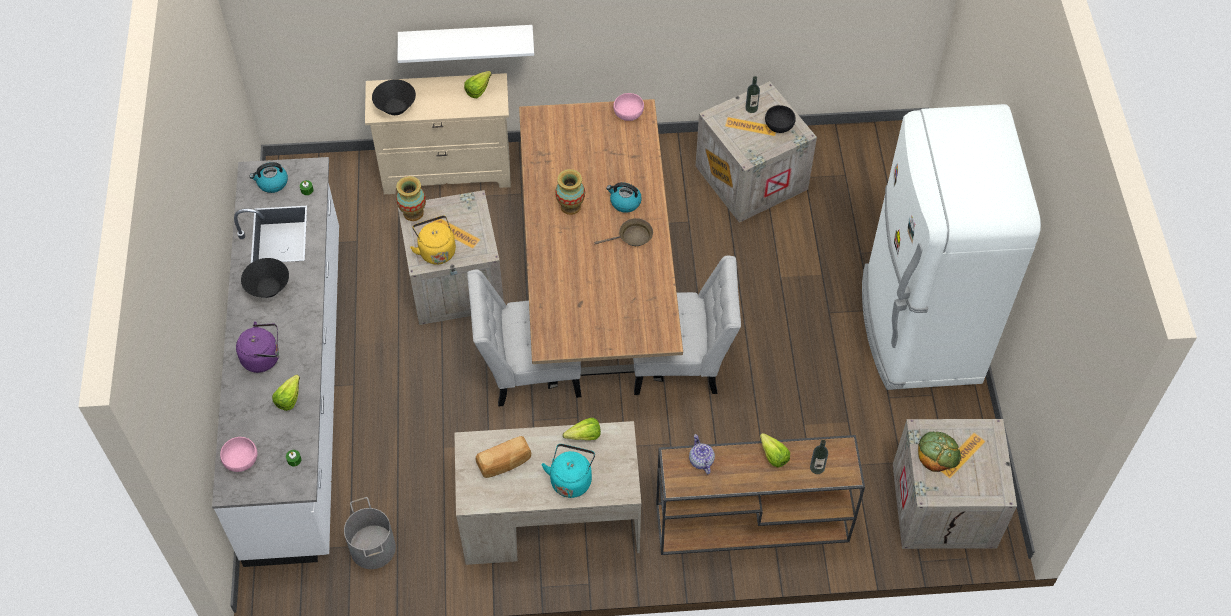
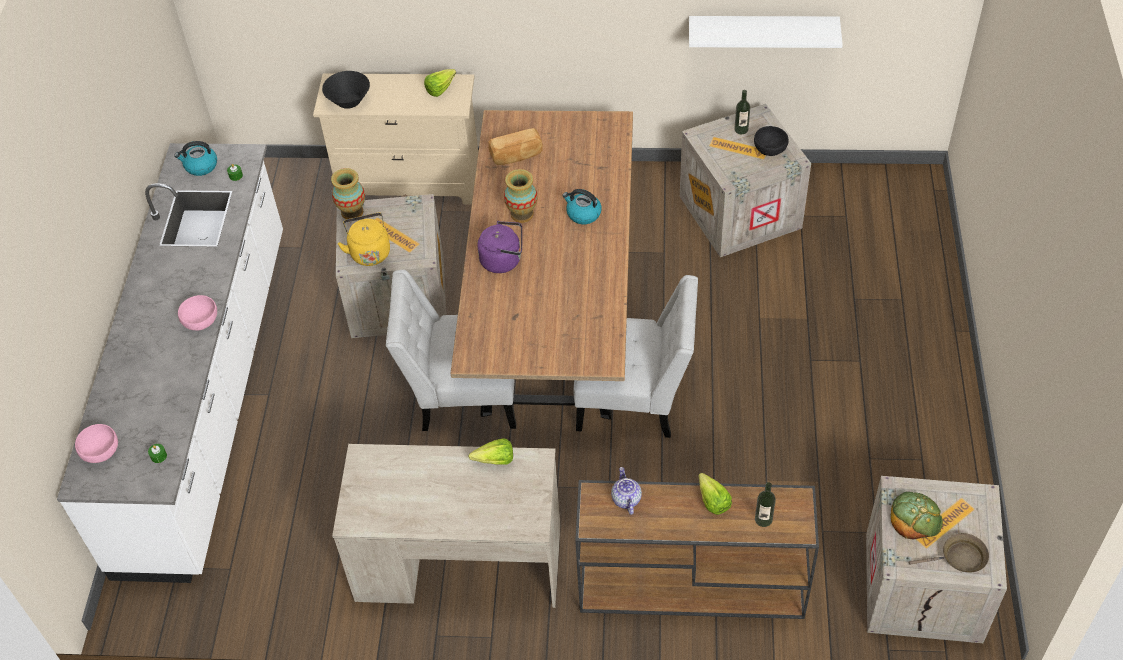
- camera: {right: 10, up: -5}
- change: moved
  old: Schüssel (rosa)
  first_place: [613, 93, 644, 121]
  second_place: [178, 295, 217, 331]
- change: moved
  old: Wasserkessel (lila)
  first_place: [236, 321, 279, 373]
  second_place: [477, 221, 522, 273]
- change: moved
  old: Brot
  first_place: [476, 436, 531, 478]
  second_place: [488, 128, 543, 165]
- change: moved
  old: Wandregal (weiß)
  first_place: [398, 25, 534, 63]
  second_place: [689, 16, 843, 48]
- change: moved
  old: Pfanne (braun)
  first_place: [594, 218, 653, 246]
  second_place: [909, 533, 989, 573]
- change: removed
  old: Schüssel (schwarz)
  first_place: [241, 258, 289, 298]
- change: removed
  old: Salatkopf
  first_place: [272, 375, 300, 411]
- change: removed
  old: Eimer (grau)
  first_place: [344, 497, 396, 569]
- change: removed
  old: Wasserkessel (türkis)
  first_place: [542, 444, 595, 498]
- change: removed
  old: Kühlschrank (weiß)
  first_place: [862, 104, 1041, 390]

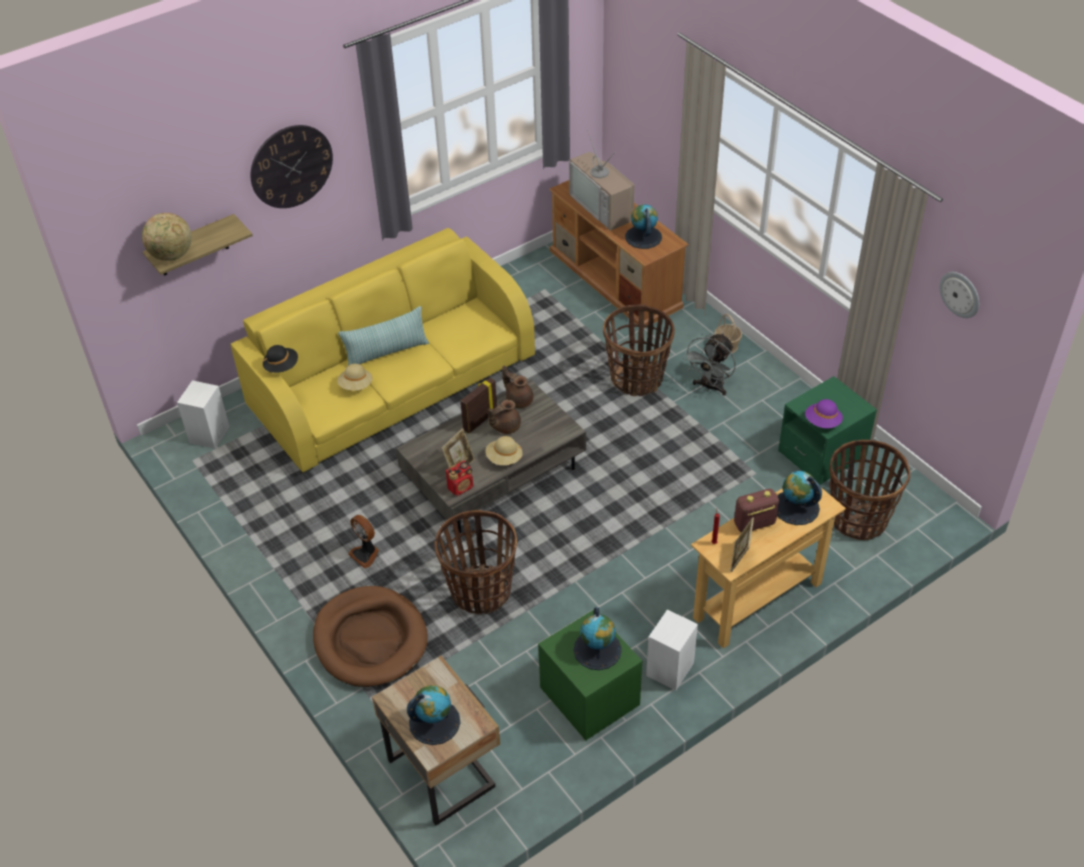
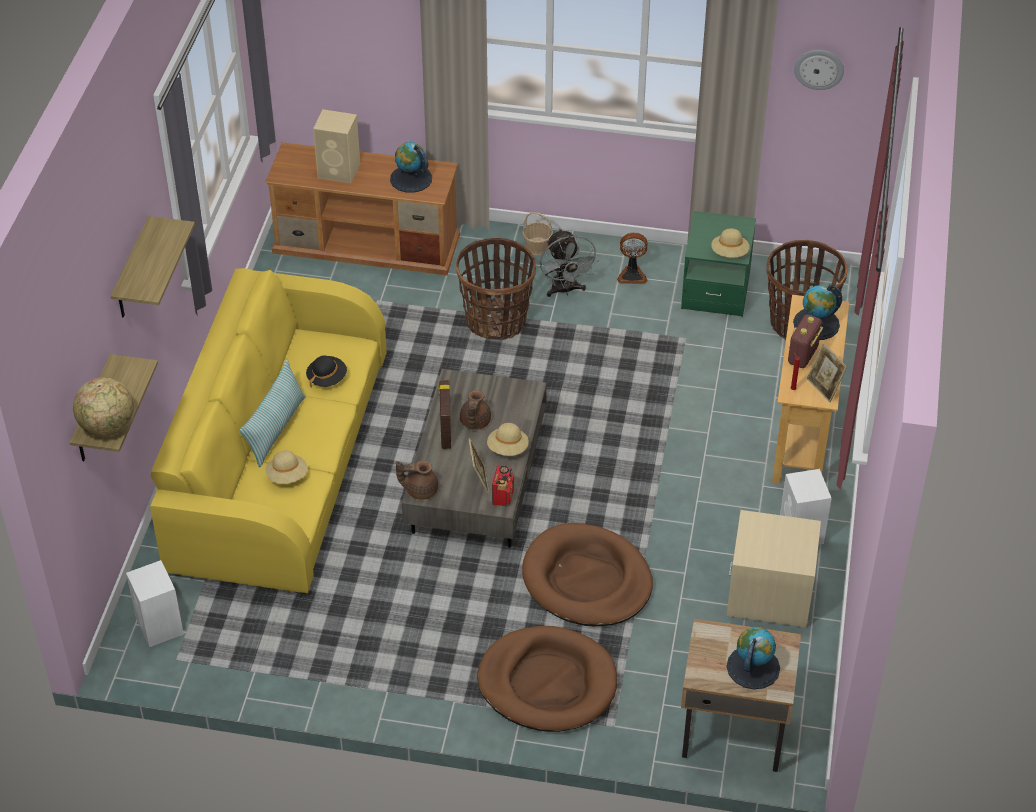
- camera: {right: -45, up: 0}
- change: replaced
  old: Wanduhr
  new: Wandregal
  first_place: [251, 125, 333, 208]
  second_place: [111, 216, 195, 318]
- change: moved
  old: Hut (schwarz)
  first_place: [263, 345, 298, 373]
  second_place: [306, 356, 347, 388]
- change: replaced
  old: Fernseher
  new: Lautsprecher (beige)
  first_place: [569, 130, 635, 231]
  second_place: [313, 109, 360, 183]
- change: moved
  old: Teekanne (braun)
  first_place: [502, 366, 534, 408]
  second_place: [396, 460, 438, 500]
- change: replaced
  old: Korb
  new: Hundebett (braun)
  first_place: [435, 510, 517, 614]
  second_place: [522, 523, 653, 626]
- change: moved
  old: Ventilator
  first_place: [348, 515, 379, 568]
  second_place: [617, 233, 648, 284]
- change: recoloured
  old: Hut (lila)
  new: Hut (beige)
  first_place: [805, 399, 843, 428]
  second_place: [711, 228, 750, 258]
- change: recoloured
  old: Nachttisch (grün)
  new: Nachttisch (beige)
  first_place: [538, 610, 643, 740]
  second_place: [727, 510, 821, 628]
- change: removed
  old: Globus
  first_place: [573, 607, 622, 670]

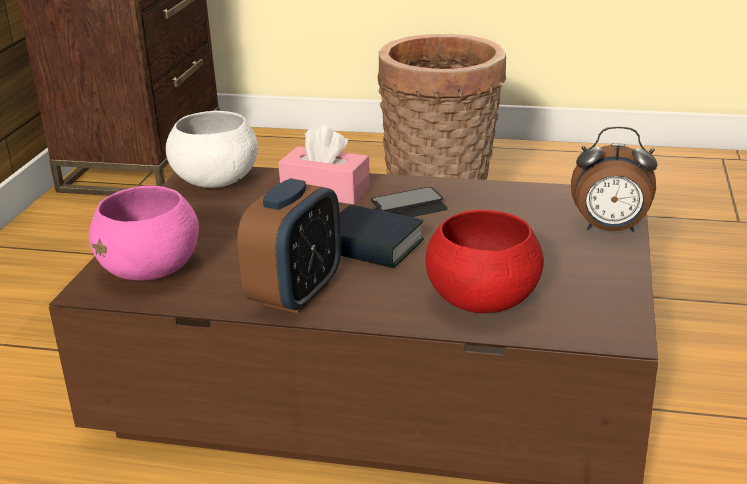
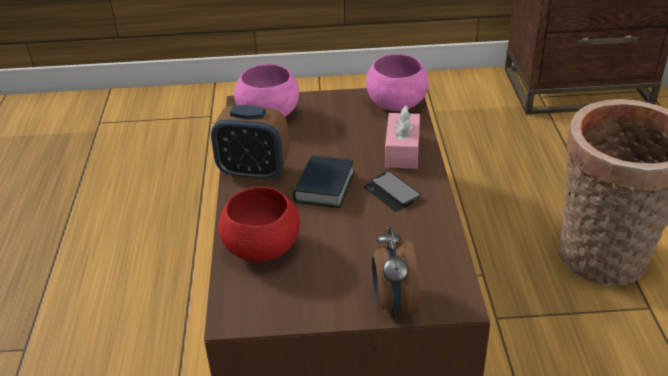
- camera: {right: 75, up: 10}
- change: recoloured
  old: Schüssel (weiß)
  new: Schüssel (rosa)
  first_place: [166, 111, 258, 188]
  second_place: [366, 54, 429, 111]

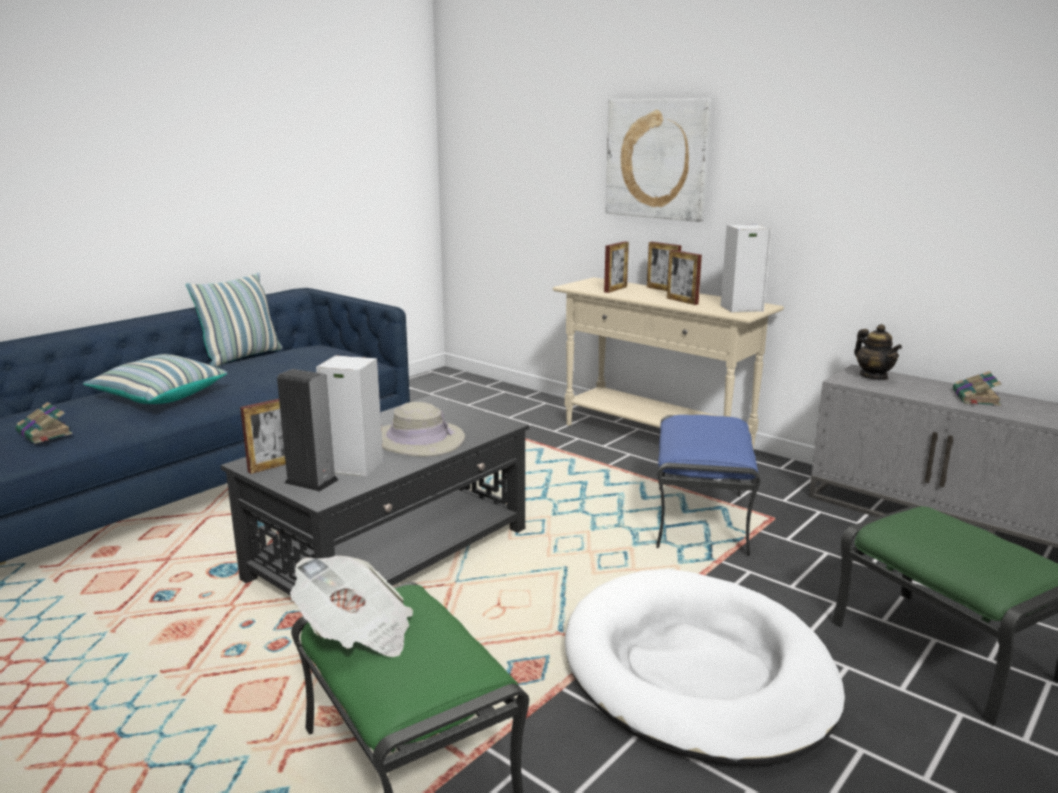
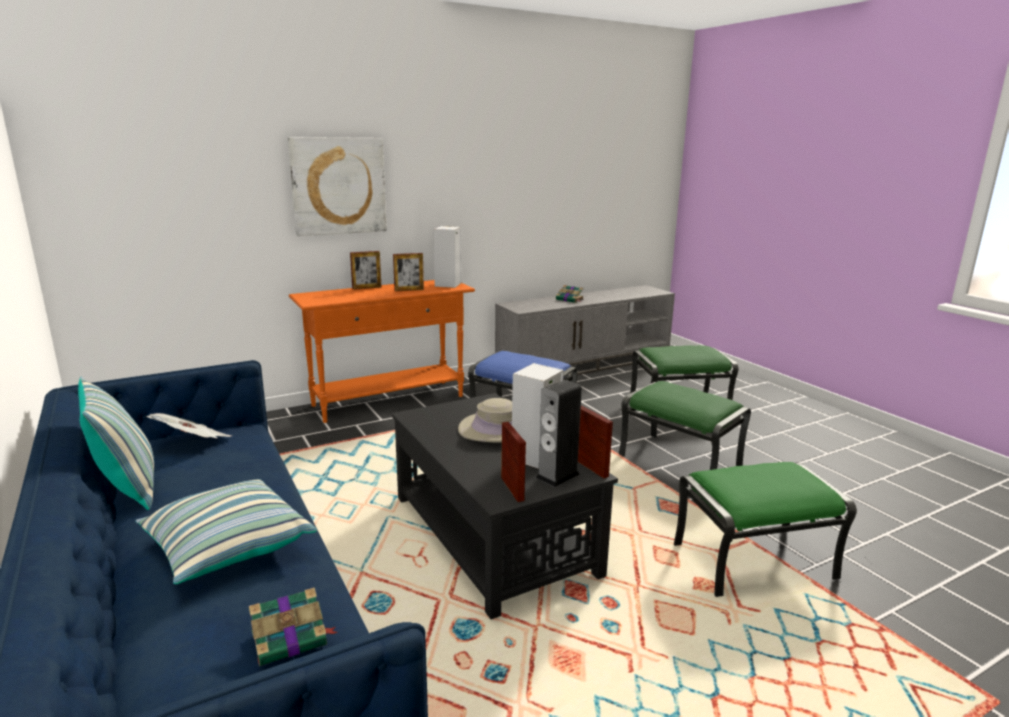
- camera: {right: -70, up: 0}
- change: moved
  old: Zeitung
  first_place: [290, 556, 413, 657]
  second_place: [145, 413, 232, 438]
- change: recoloured
  old: Konsolentisch (beige)
  new: Konsolentisch (orange)
  first_place: [553, 277, 784, 451]
  second_place: [289, 280, 475, 423]
- change: moved
  old: Bilderrahmen
  first_place: [604, 241, 629, 293]
  second_place: [578, 405, 613, 478]
- change: replaced
  old: Hundebett (weiß)
  new: Polsterhocker (grün)
  first_place: [565, 569, 845, 766]
  second_place: [619, 381, 751, 470]
- change: removed
  old: Teekanne
  first_place: [854, 324, 902, 380]

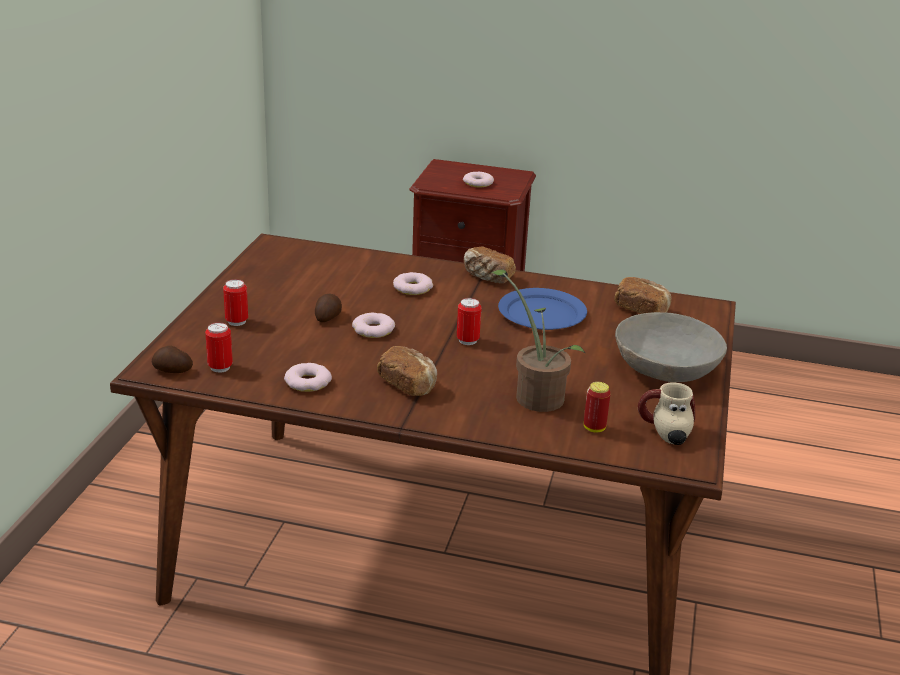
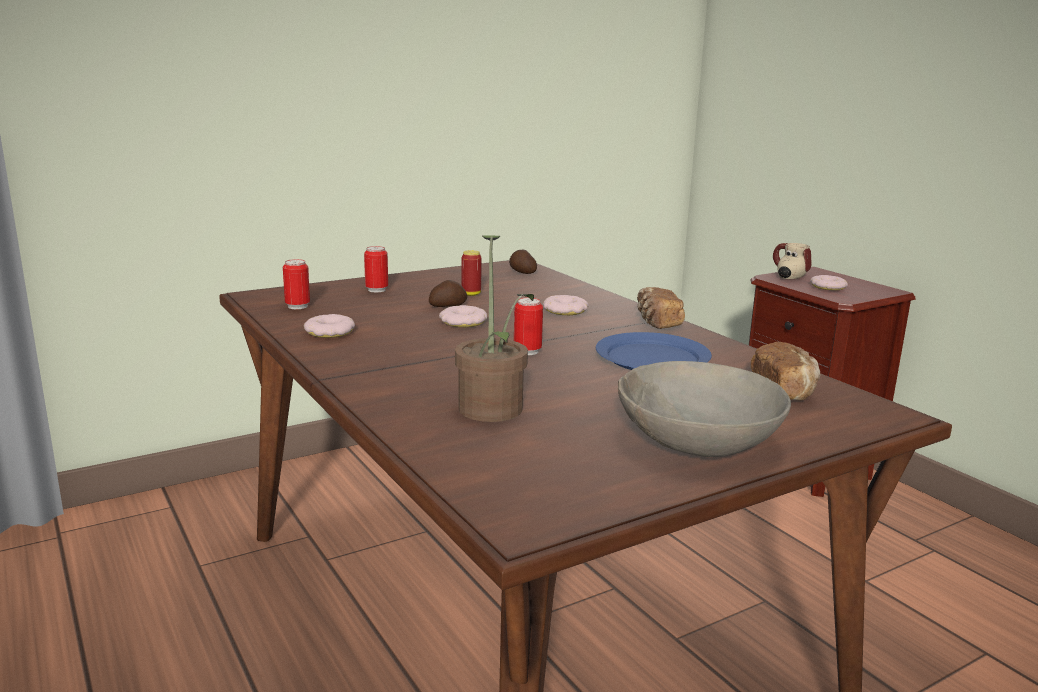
- camera: {right: 45, up: -10}
- change: moved
  old: Dose
  first_place: [584, 382, 611, 433]
  second_place: [461, 250, 482, 296]
- change: moved
  old: Kartoffel
  first_place: [152, 346, 193, 373]
  second_place: [509, 250, 537, 274]
- change: moved
  old: Henkelbecher
  first_place: [638, 382, 695, 445]
  second_place: [773, 243, 811, 279]
- change: removed
  old: Brot
  first_place: [377, 346, 437, 396]

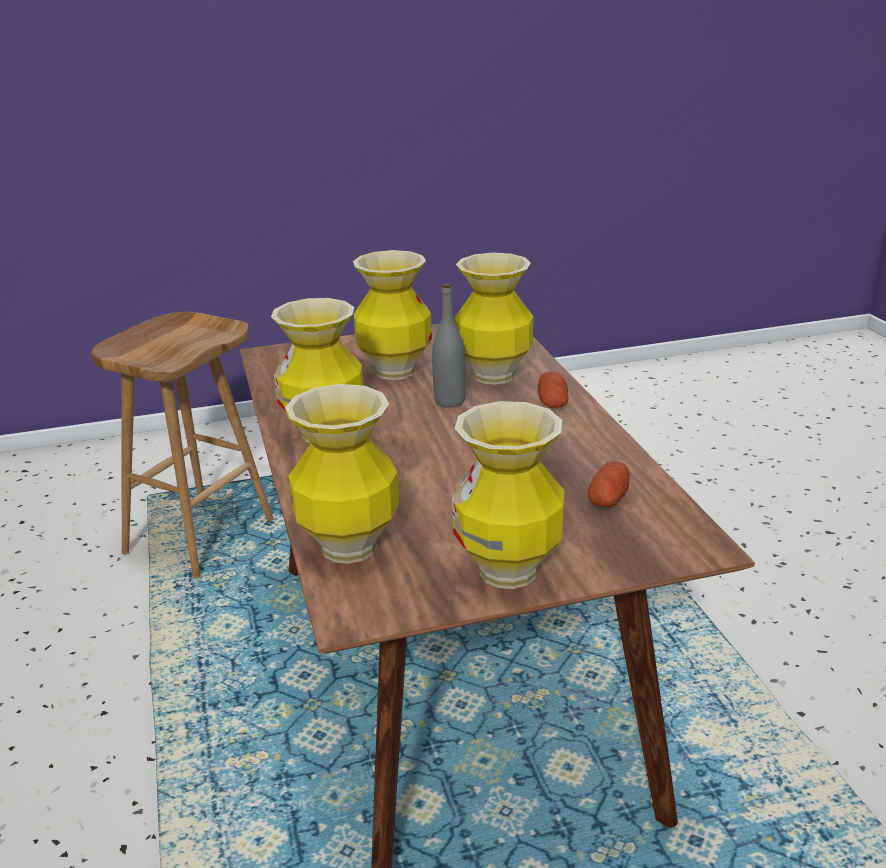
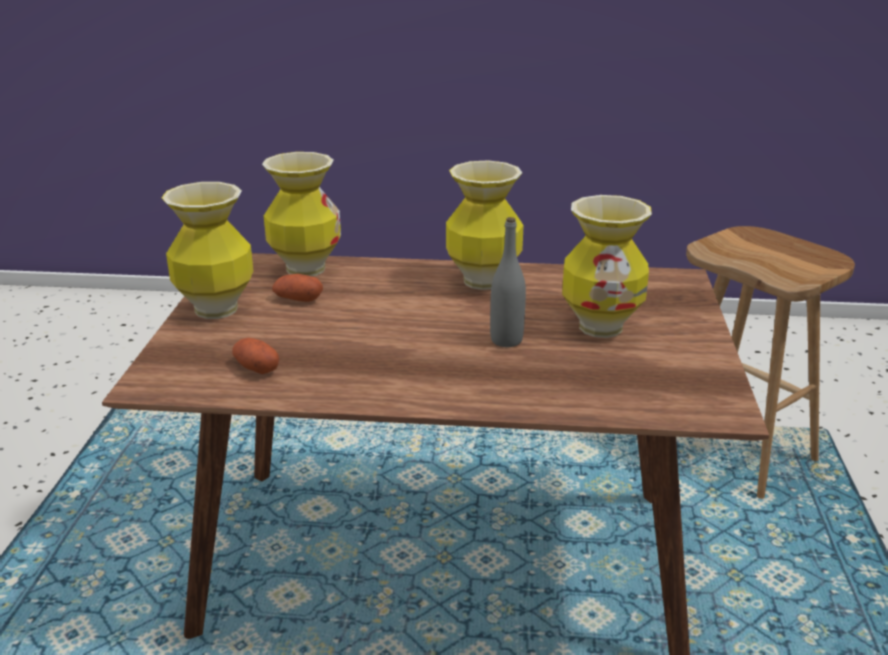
- camera: {right: 110, up: 0}
- change: moved
  old: Kartoffel
  first_place: [538, 371, 568, 408]
  second_place: [272, 274, 323, 302]
- change: removed
  old: Vase
  first_place: [454, 252, 533, 385]

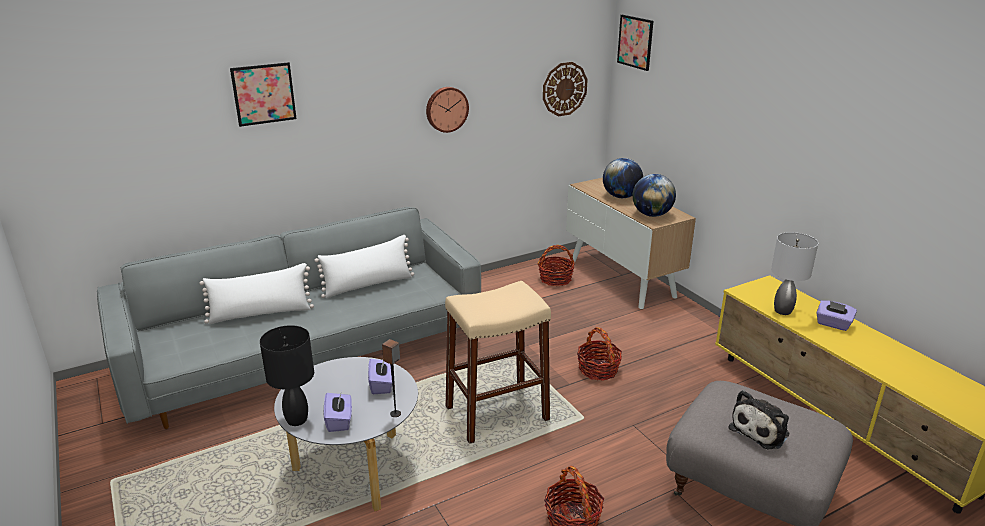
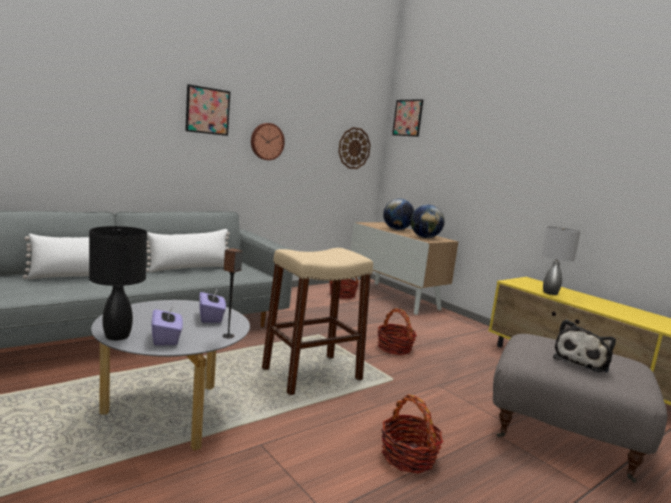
- camera: {right: -10, up: -15}
- change: moved
  old: Bild
  first_place: [230, 62, 297, 127]
  second_place: [185, 84, 230, 136]
- change: removed
  old: Taschentuchbox (lila)
  first_place: [816, 300, 857, 331]

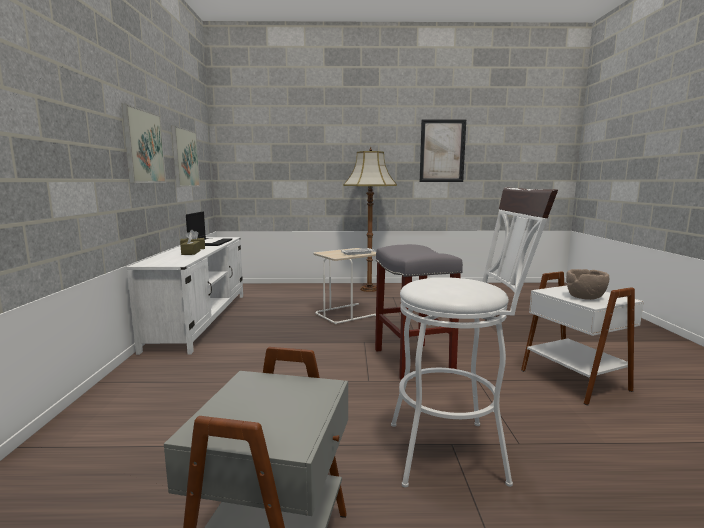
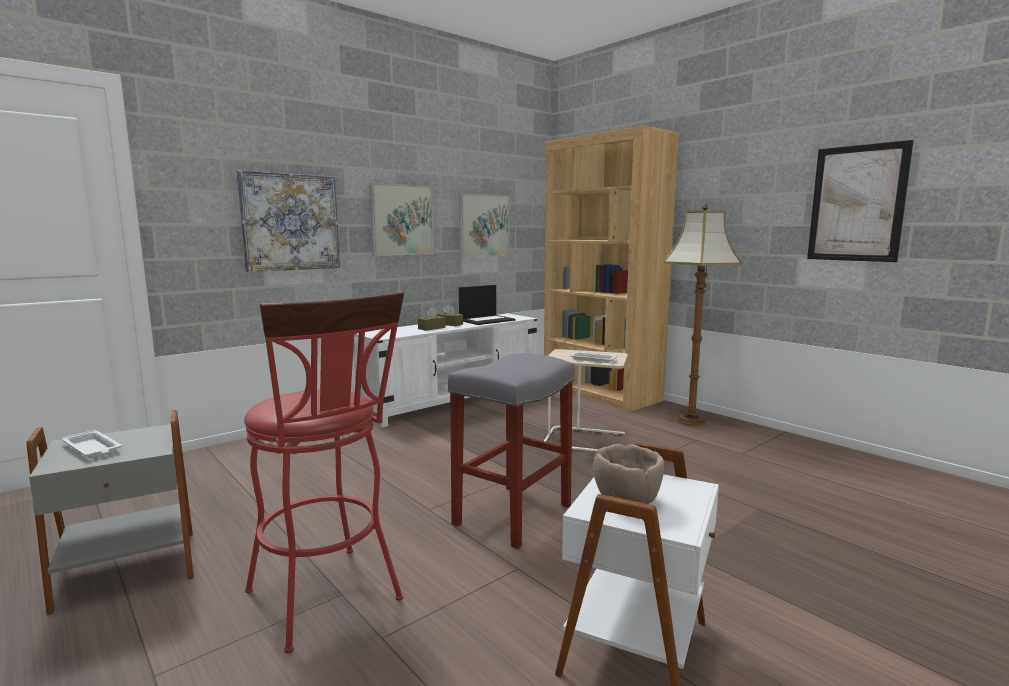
- camera: {right: 50, up: 0}
- change: added
  new: Tablett (weiß)
  second_place: [61, 430, 122, 459]
- change: added
  new: Bild
  second_place: [237, 170, 340, 272]
- change: recoloured
  old: Hocker (weiß)
  new: Hocker (rot)
  first_place: [391, 187, 558, 488]
  second_place: [244, 292, 404, 653]
- change: added
  new: Bücherregal (braun)
  second_place: [544, 125, 679, 412]

